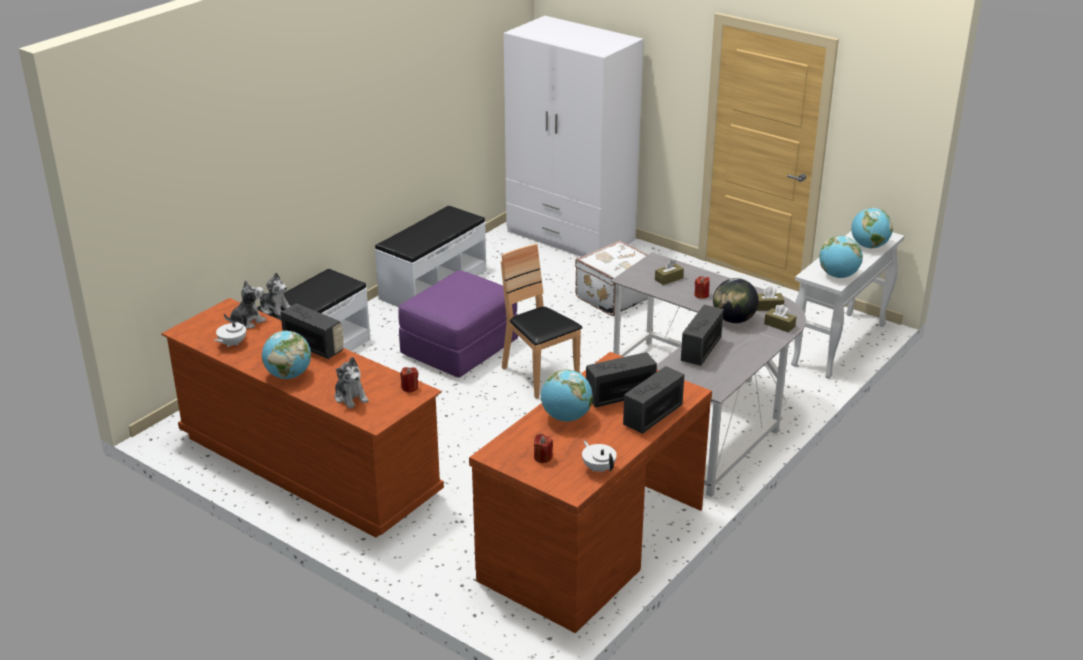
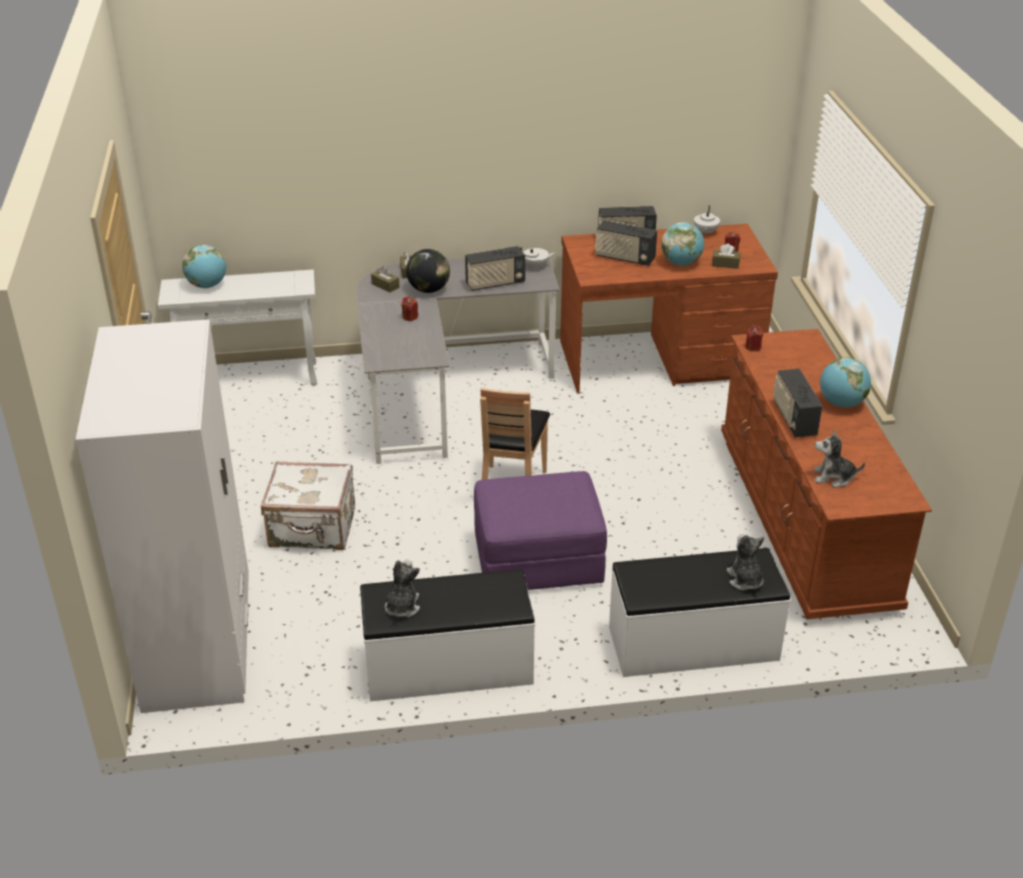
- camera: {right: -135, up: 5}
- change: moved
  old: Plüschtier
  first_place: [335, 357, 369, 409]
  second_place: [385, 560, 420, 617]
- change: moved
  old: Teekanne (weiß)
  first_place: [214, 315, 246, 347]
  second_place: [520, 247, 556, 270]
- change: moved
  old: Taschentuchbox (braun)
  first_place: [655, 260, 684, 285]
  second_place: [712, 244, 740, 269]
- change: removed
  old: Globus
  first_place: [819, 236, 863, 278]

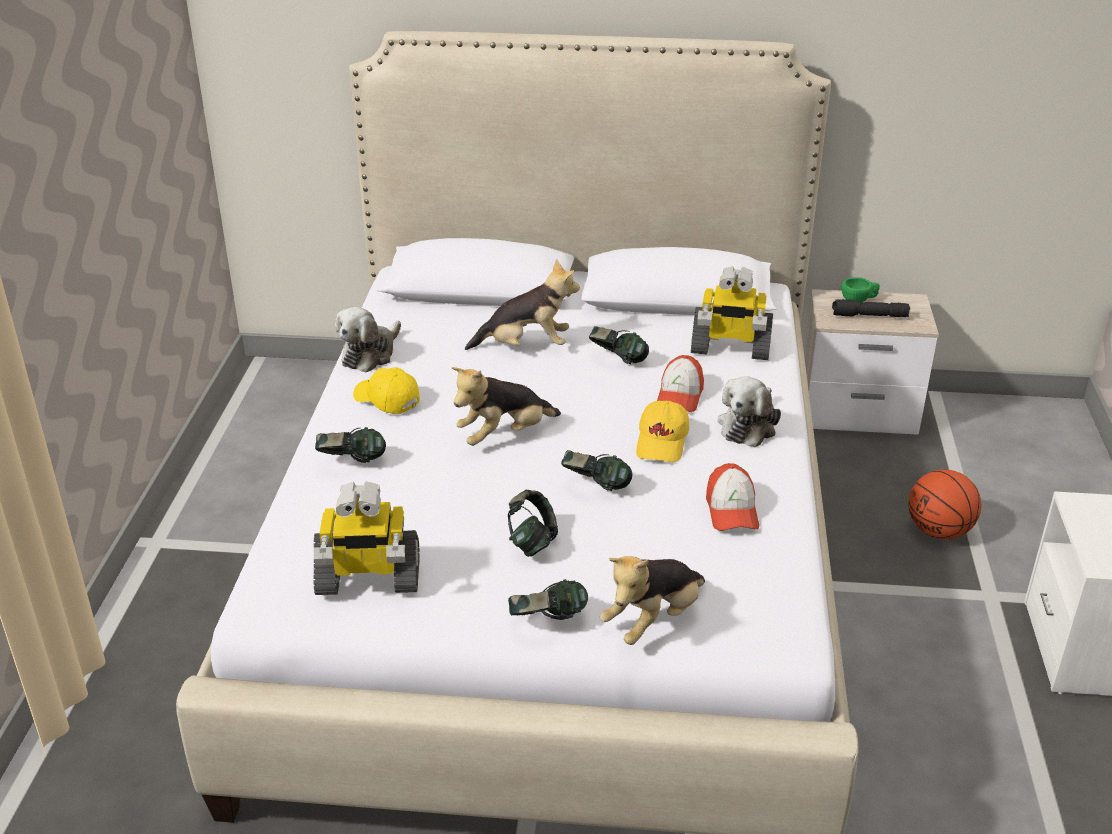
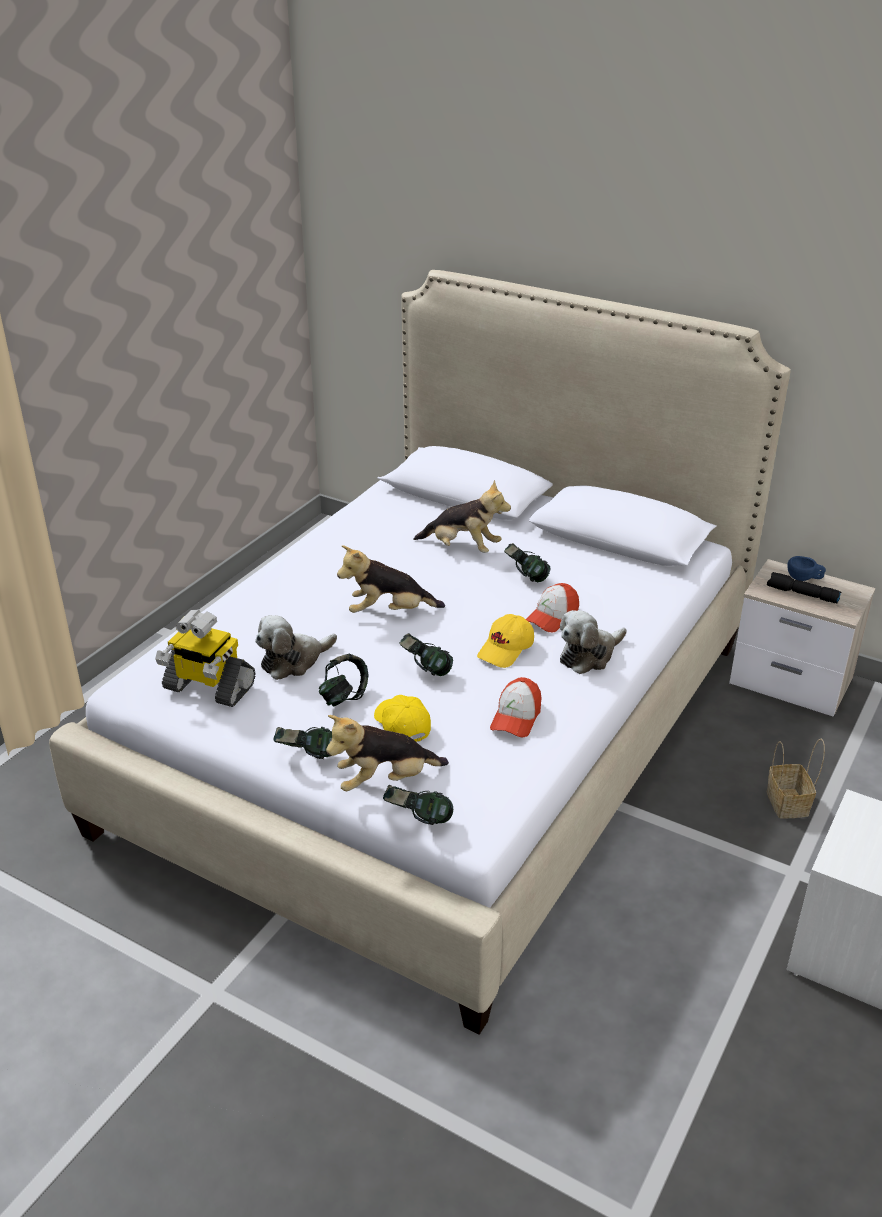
- camera: {right: 25, up: 0}
- change: moved
  old: Plüschtier
  first_place: [335, 307, 401, 372]
  second_place: [255, 615, 337, 680]
- change: moved
  old: Kappe (gelb)
  first_place: [353, 367, 420, 414]
  second_place: [374, 695, 431, 742]
- change: moved
  old: Kopfhörer
  first_place: [315, 427, 386, 463]
  second_place: [383, 785, 453, 825]
- change: replaced
  old: Basketball
  new: Korb
  first_place: [908, 470, 981, 539]
  second_place: [767, 739, 825, 818]
- change: recoloured
  old: Tasse (grün)
  new: Tasse (blau)
  first_place: [841, 277, 880, 303]
  second_place: [788, 556, 826, 581]
- change: removed
  old: Spielzeugroboter
  first_place: [691, 266, 773, 360]

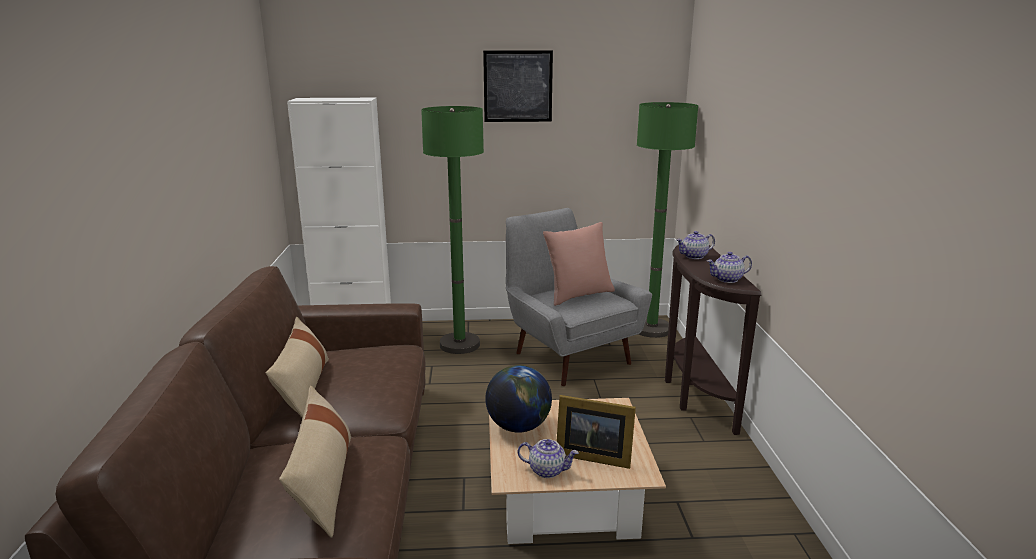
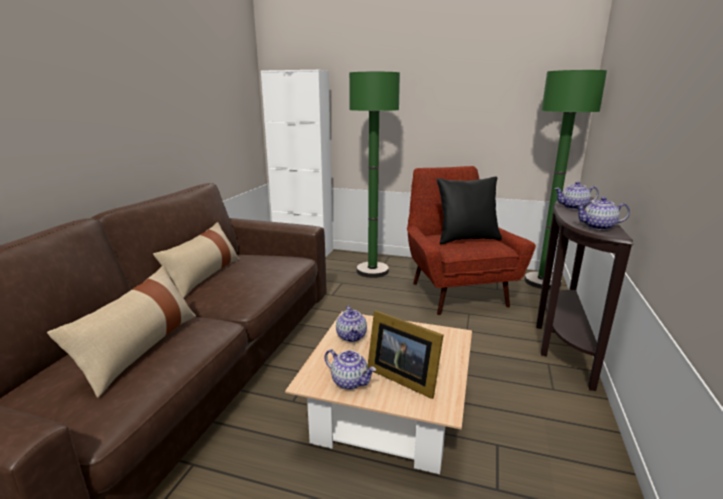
- camera: {right: 20, up: 0}
- change: replaced
  old: Globus
  new: Teekanne
  first_place: [485, 365, 552, 433]
  second_place: [336, 305, 367, 342]
- change: recoloured
  old: Sessel (grau)
  new: Sessel (rot)
  first_place: [506, 208, 652, 386]
  second_place: [407, 166, 536, 315]
- change: recoloured
  old: Kissen (rosa)
  new: Kissen (schwarz)
  first_place: [543, 222, 615, 306]
  second_place: [437, 177, 502, 244]
- change: removed
  old: Bild
  first_place: [483, 51, 553, 122]

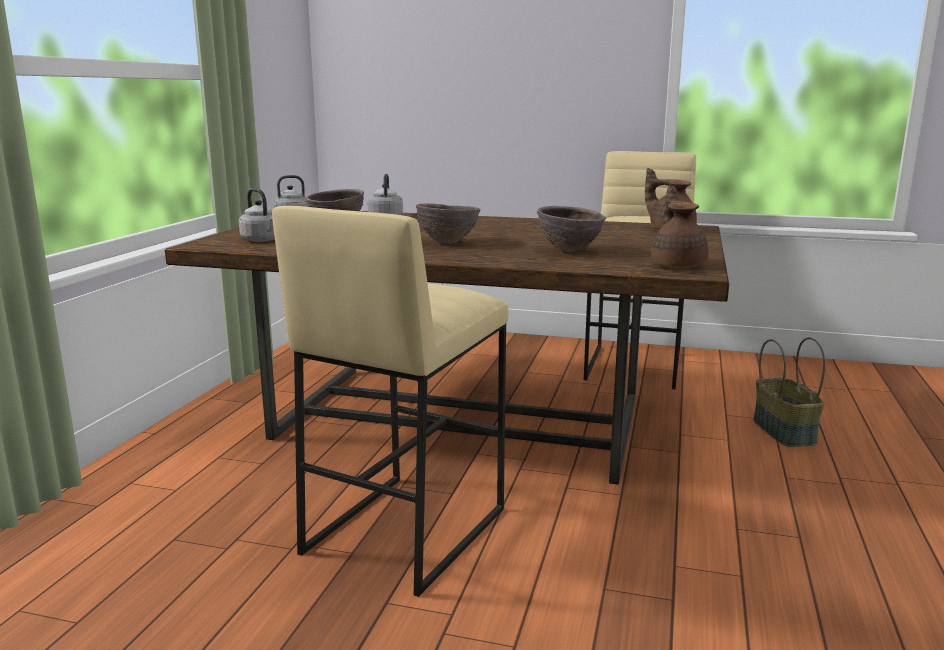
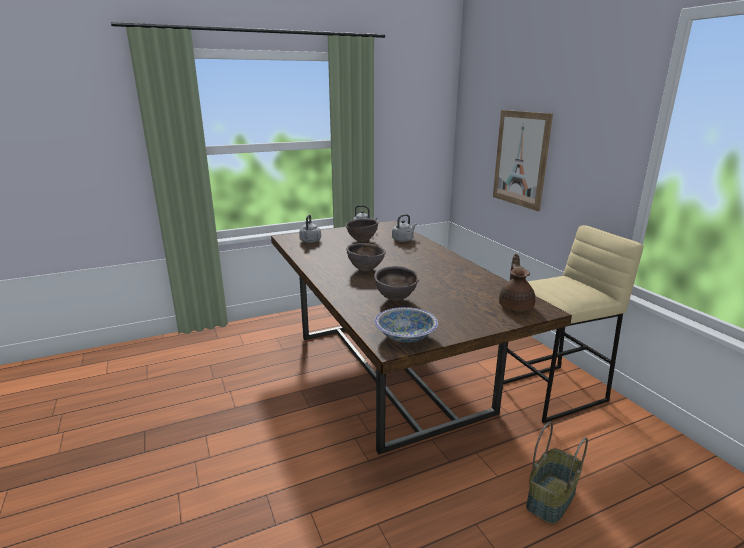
- camera: {right: 50, up: 5}
- change: replaced
  old: Teekanne (braun)
  new: Schüssel
  first_place: [651, 185, 709, 268]
  second_place: [374, 307, 438, 342]
- change: added
  new: Bild
  second_place: [493, 110, 553, 211]
- change: removed
  old: Hocker (beige)
  first_place: [272, 206, 509, 597]

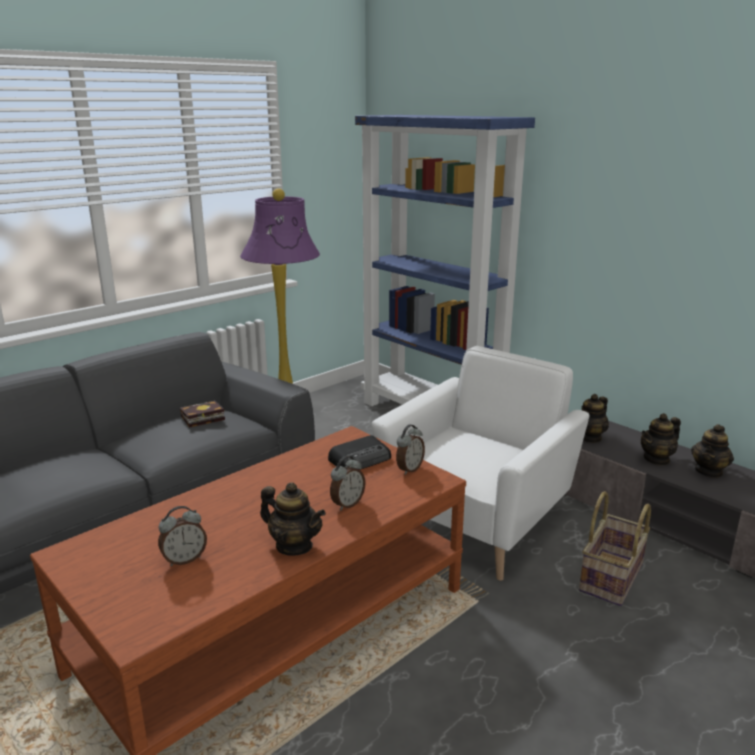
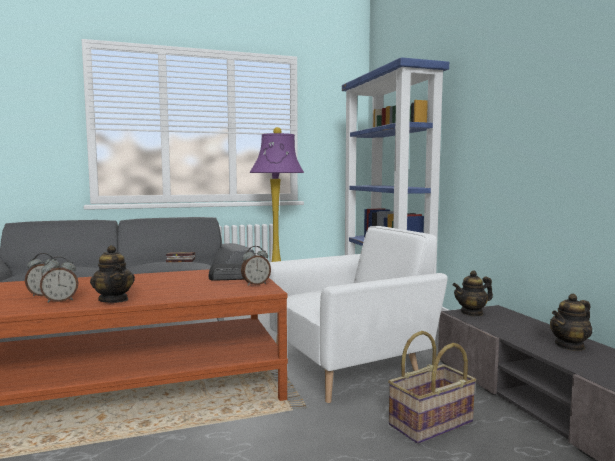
- camera: {right: 25, up: -15}
- change: moved
  old: Wecker
  first_place: [330, 456, 365, 510]
  second_place: [40, 257, 79, 303]
- change: removed
  old: Teekanne
  first_place: [641, 413, 681, 466]

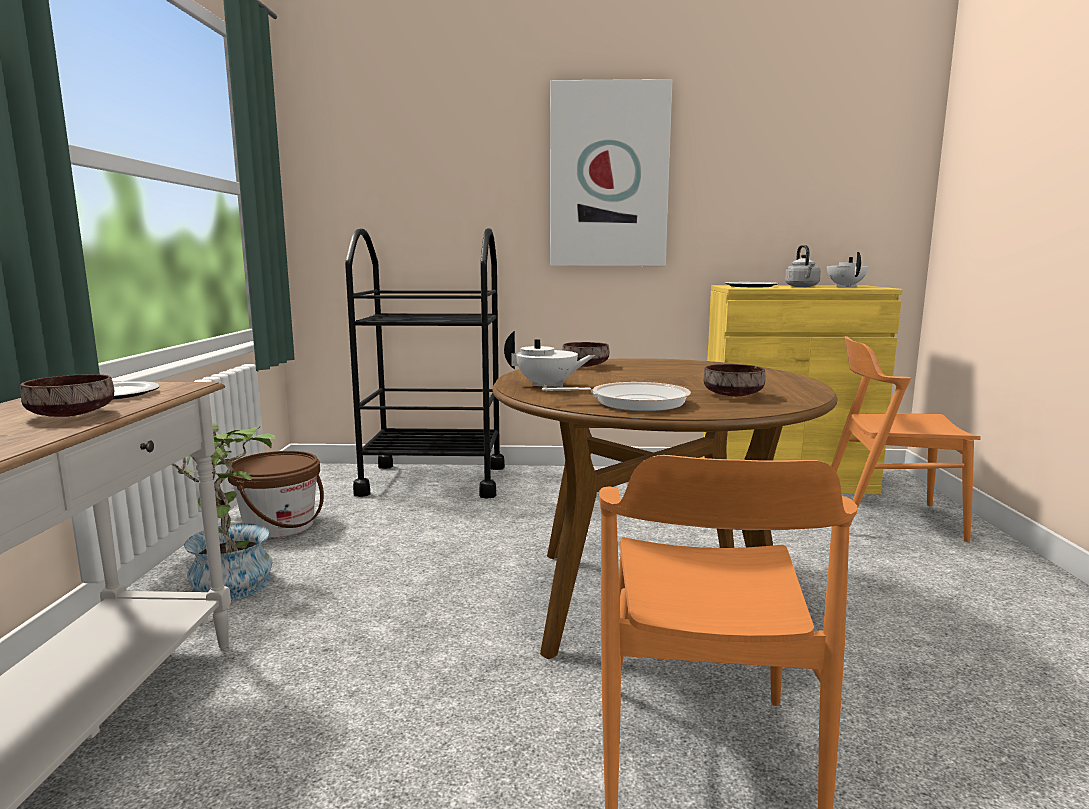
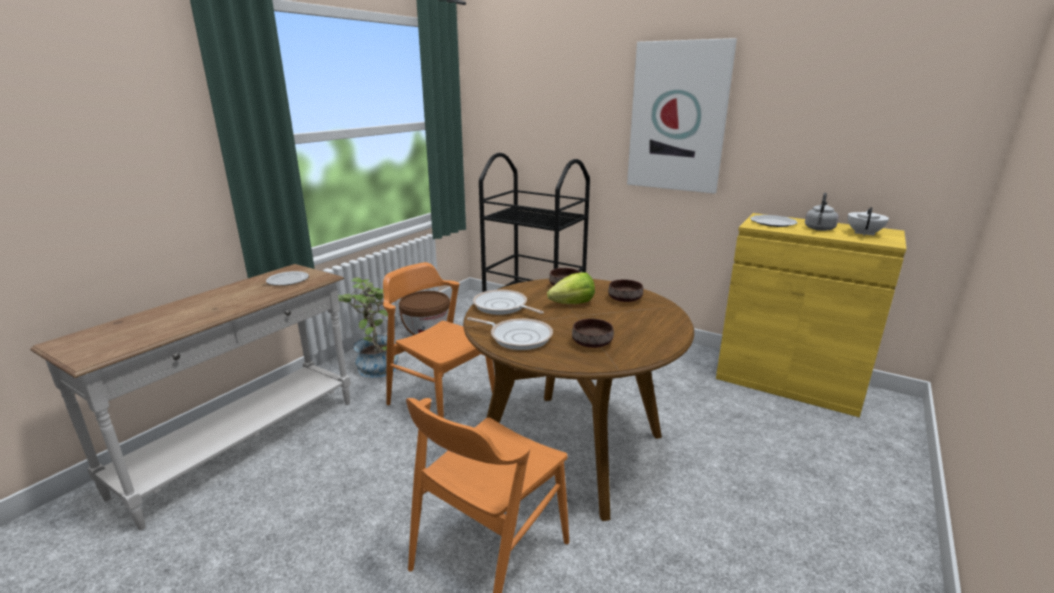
- camera: {right: 30, up: 10}
- change: moved
  old: Stuhl (orange)
  first_place: [831, 336, 981, 542]
  second_place: [383, 262, 495, 418]
- change: replaced
  old: Teekanne (weiß)
  new: Pfanne
  first_place: [504, 331, 595, 388]
  second_place: [473, 290, 544, 315]
- change: added
  new: Salatkopf
  second_place: [547, 272, 595, 304]
- change: moved
  old: Schüssel (braun)
  first_place: [21, 374, 114, 417]
  second_place: [608, 280, 643, 302]

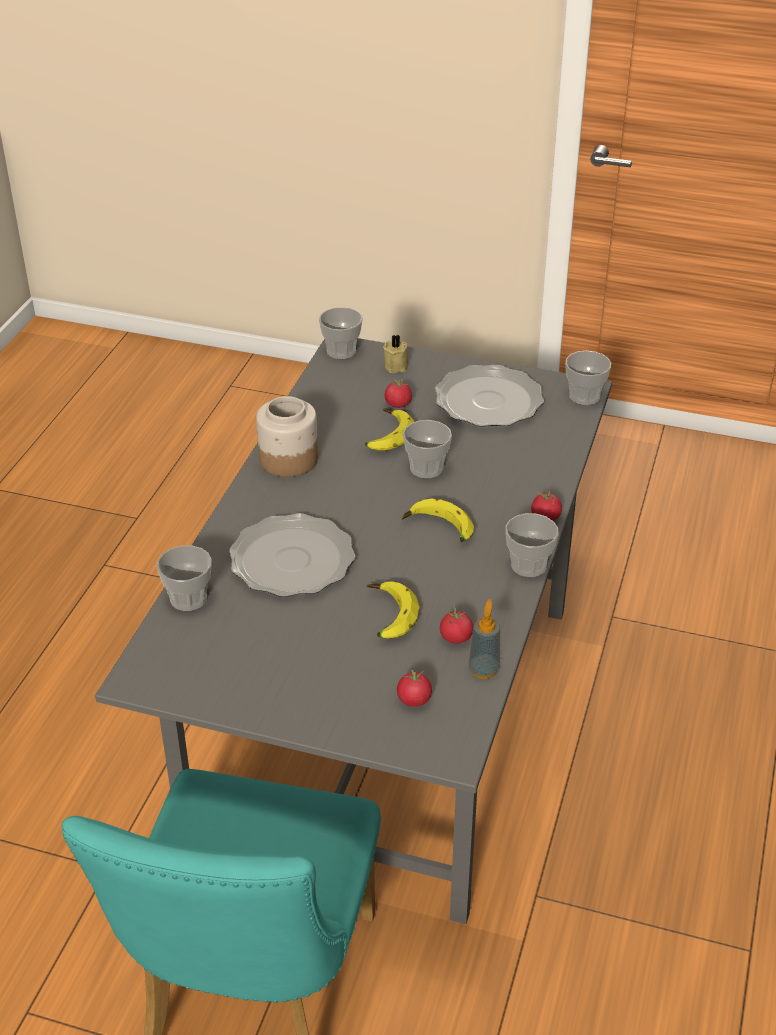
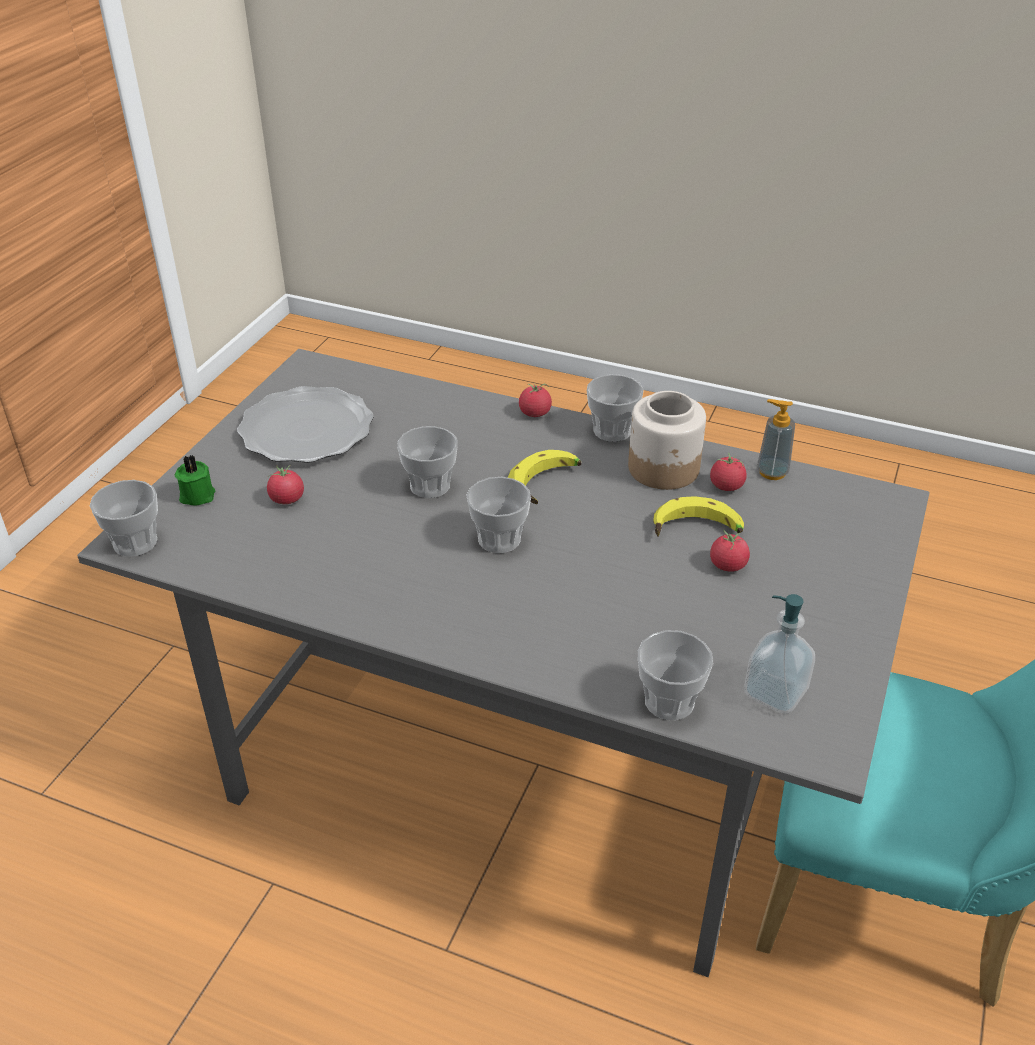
- camera: {right: -85, up: 0}
- change: recoloured
  old: Kerze (beige)
  new: Kerze (grün)
  first_place: [383, 335, 408, 373]
  second_place: [175, 455, 216, 506]
- change: moved
  old: Tasse
  first_place: [565, 351, 611, 405]
  second_place: [467, 477, 531, 553]
- change: moved
  old: Vorratsglas
  first_place: [256, 396, 318, 477]
  second_place: [628, 391, 706, 490]
- change: moved
  old: Tomate
  first_place: [397, 668, 432, 707]
  second_place: [710, 530, 750, 572]
- change: added
  new: Seifenspender
  second_place: [744, 594, 815, 714]
- change: removed
  old: Teller
  first_place: [229, 513, 355, 597]
- change: removed
  old: Banane
  first_place: [365, 408, 415, 451]

